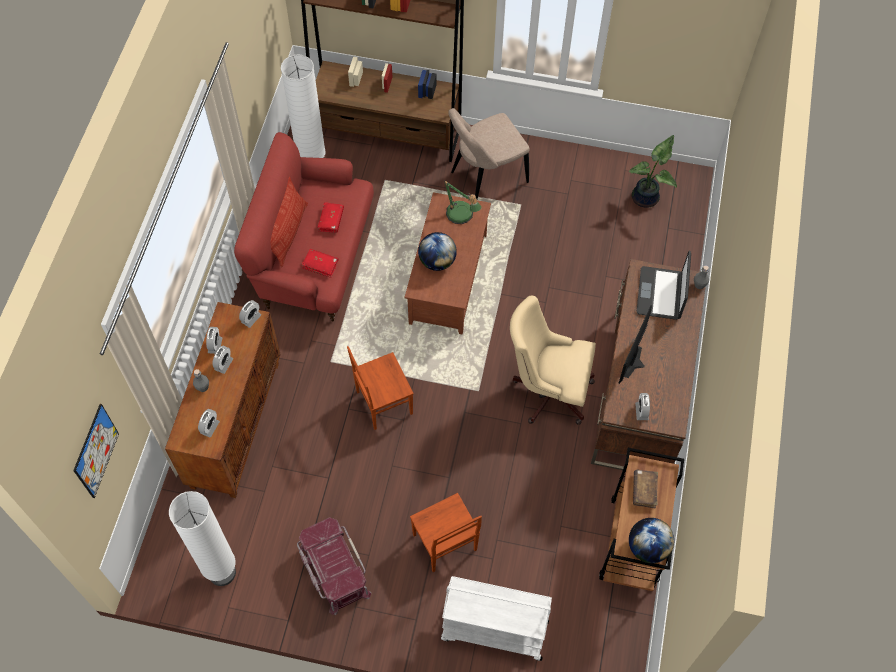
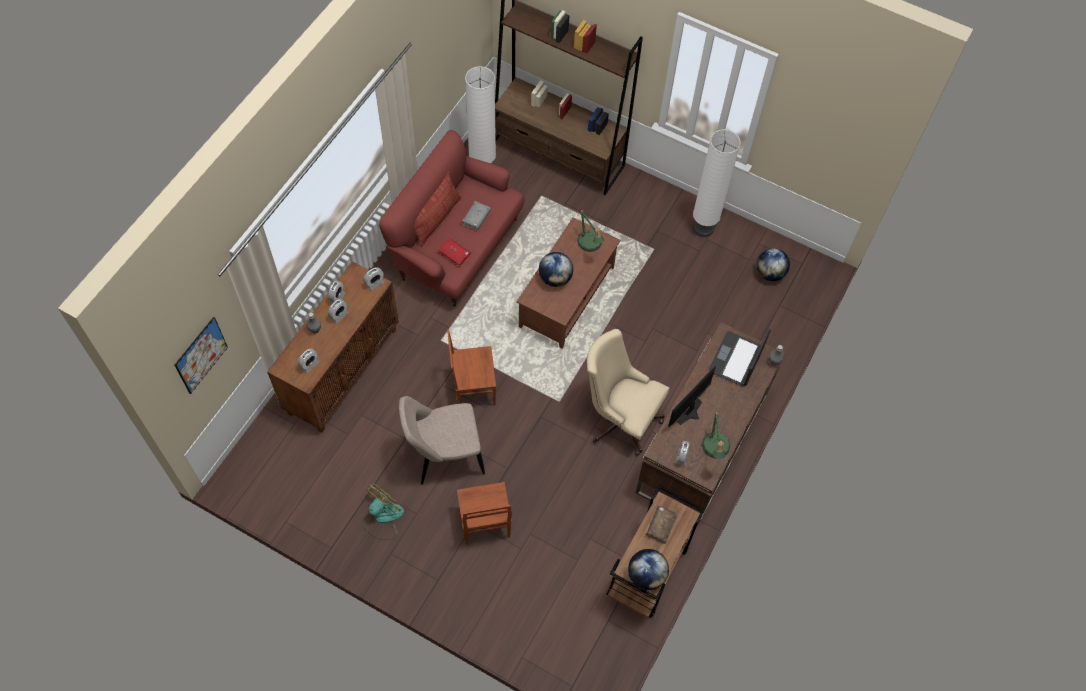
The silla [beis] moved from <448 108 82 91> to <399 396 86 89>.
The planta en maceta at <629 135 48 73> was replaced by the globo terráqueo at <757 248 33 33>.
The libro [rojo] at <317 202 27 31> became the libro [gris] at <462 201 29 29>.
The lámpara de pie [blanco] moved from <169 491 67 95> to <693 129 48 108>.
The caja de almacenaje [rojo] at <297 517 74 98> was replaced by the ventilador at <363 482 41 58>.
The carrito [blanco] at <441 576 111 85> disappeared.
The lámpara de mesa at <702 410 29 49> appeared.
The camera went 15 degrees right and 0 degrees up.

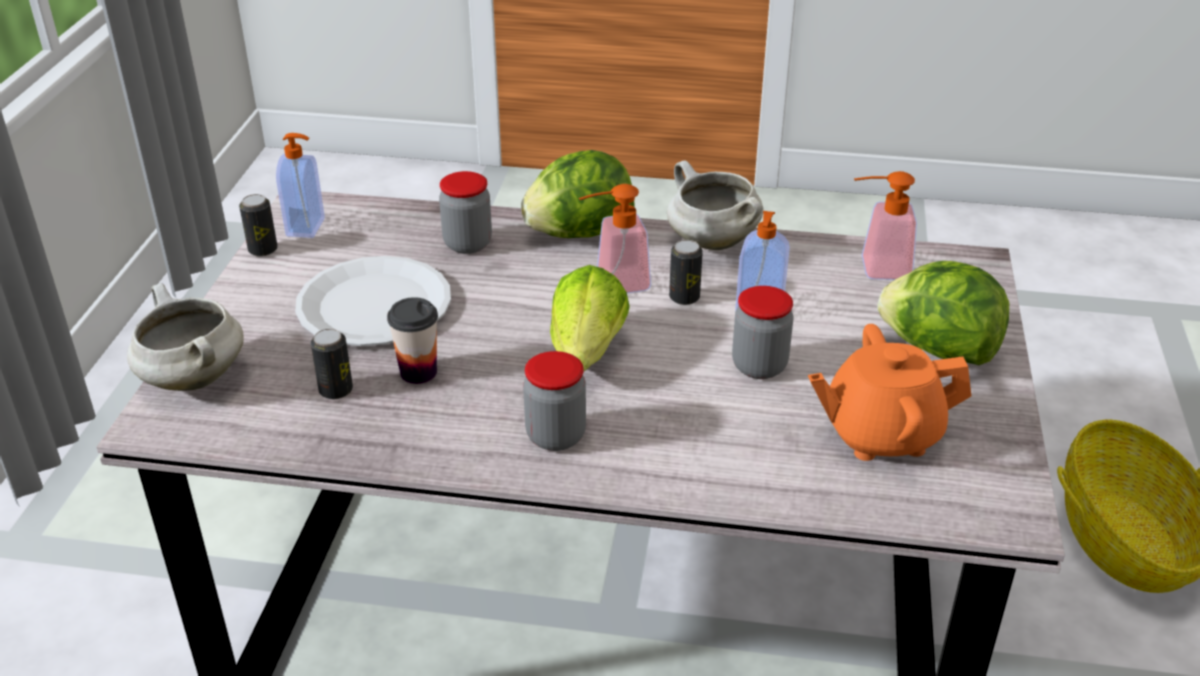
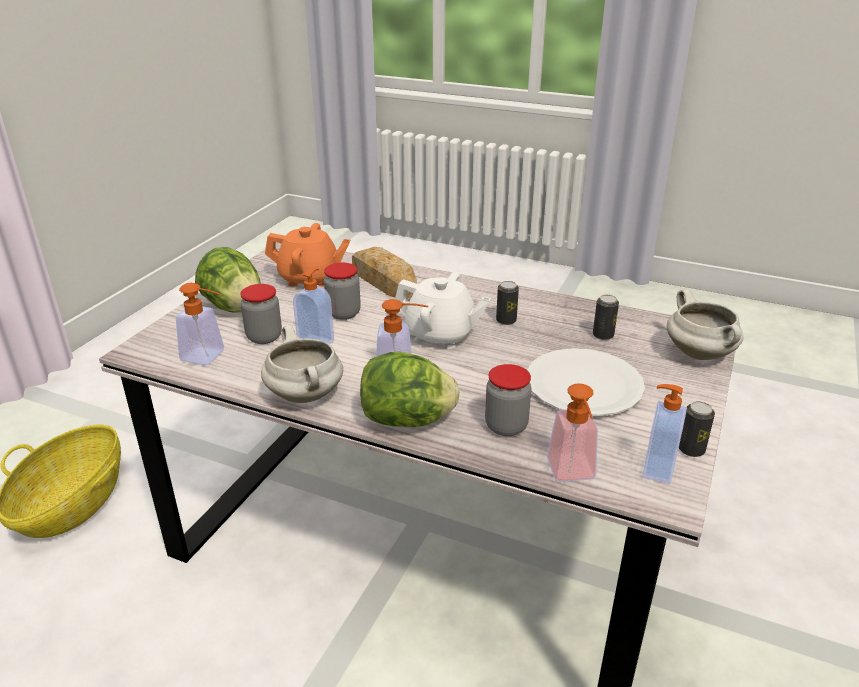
The lata moved from <669 240 34 65> to <496 281 23 44>.
The lechuga at <550 265 80 107> was replaced by the tetera [blanco] at <395 272 96 77>.
The taza at <387 297 51 87> disappeared.
The tarro moved from <523 351 63 100> to <240 284 42 60>.
The pan at <352 247 65 53> appeared.
The dispensador de jabón at <547 383 51 99> appeared.
The camera went 165 degrees left and 5 degrees down.

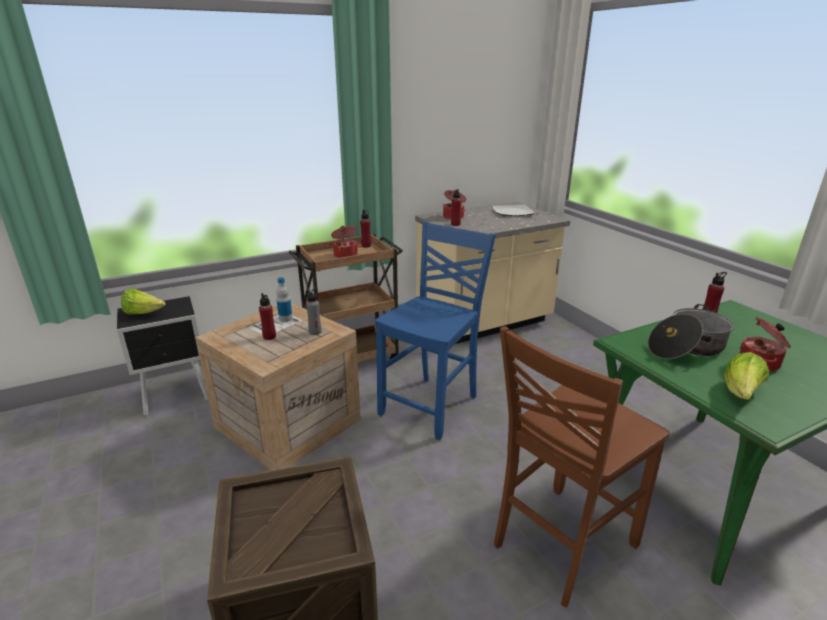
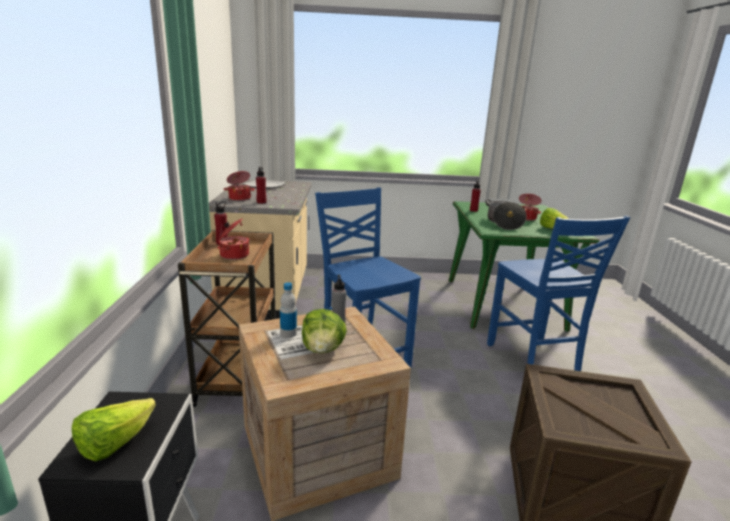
The botella [rojo] at <259 293 17 47> was replaced by the lechuga at <302 309 45 44>.
The silla [marrón] at <494 326 176 281> became the silla [azul] at <487 215 143 156>.
The camera went 65 degrees left and 5 degrees down.

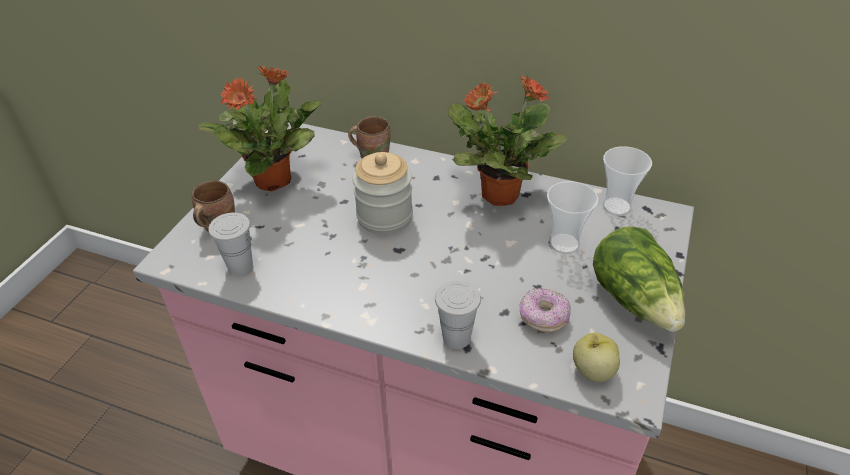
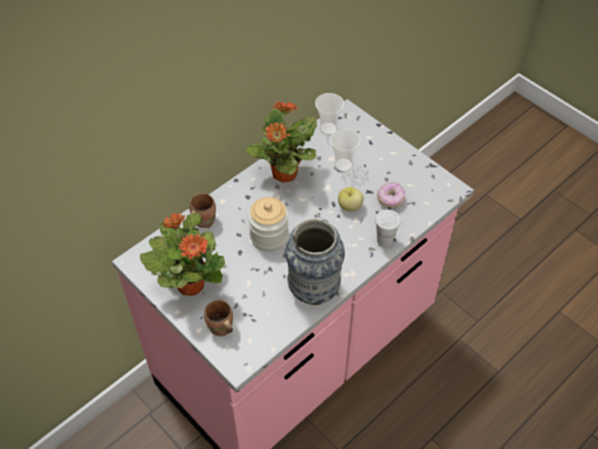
The taza [blanco] at <208 212 45 63> disappeared.
The lechuga at <593 226 92 106> disappeared.
The manzana moved from <573 333 47 49> to <338 187 26 24>.
The florero at <285 218 60 87> appeared.
The camera went 65 degrees left and 10 degrees up.

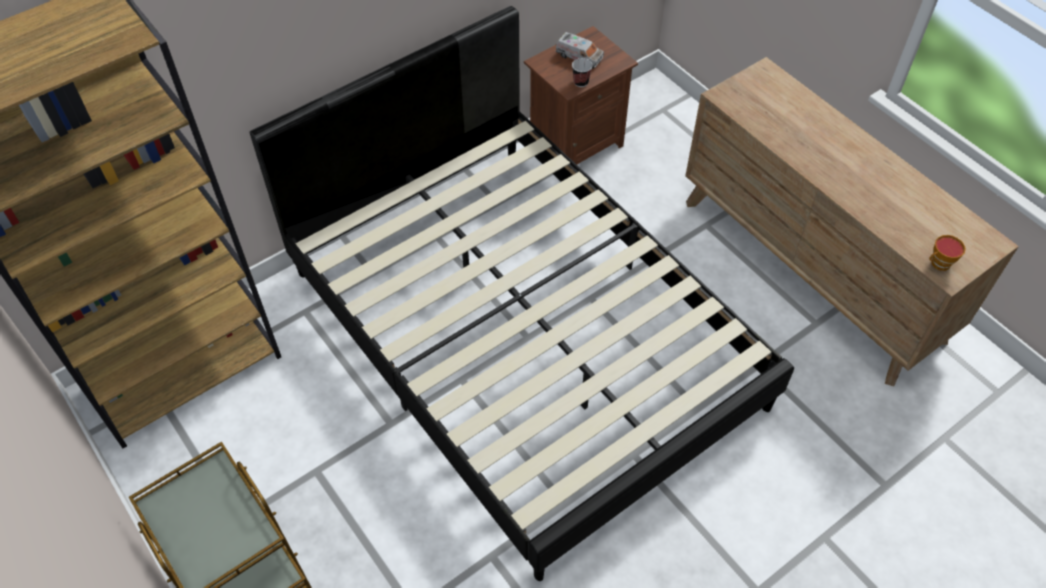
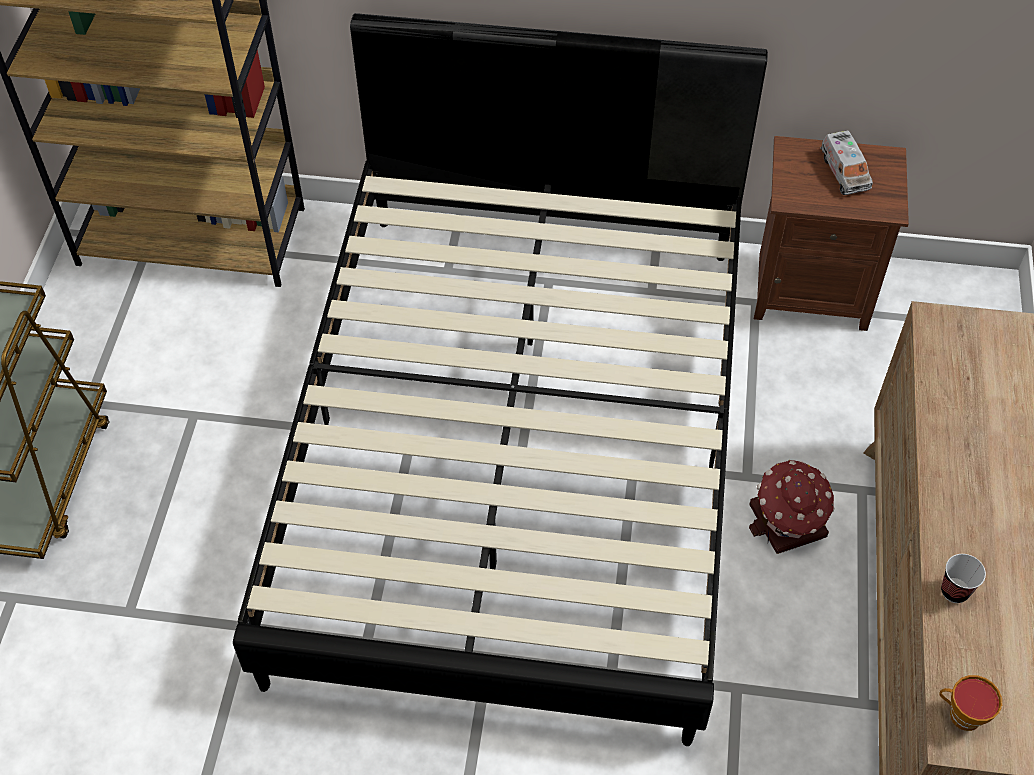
The taza moved from <572 58 21 29> to <941 554 45 49>.
The casita at <749 460 86 94> appeared.
The camera went 45 degrees right and 0 degrees up.

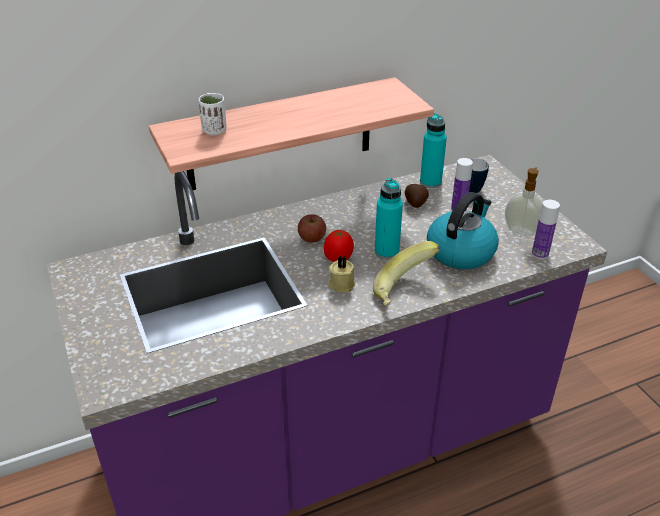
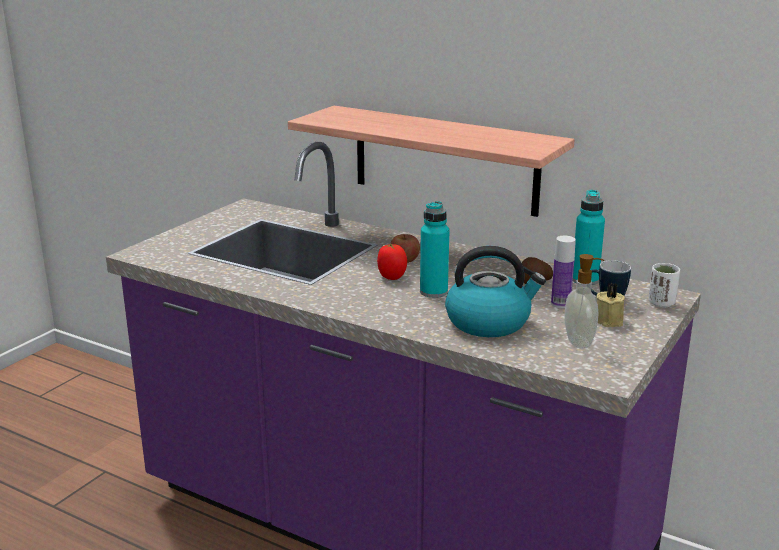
The taza [blanco] moved from <199 93 27 42> to <648 263 32 44>.
The botella at <532 200 28 59> disappeared.
The plátano at <373 241 67 65> disappeared.
The vela [beis] moved from <328 256 27 37> to <596 283 29 44>.
The camera went 55 degrees right and 15 degrees down.

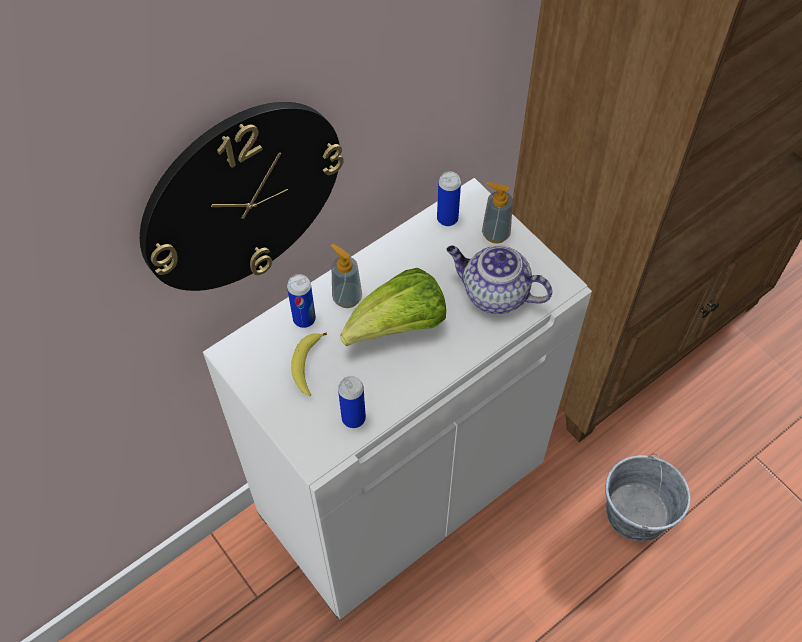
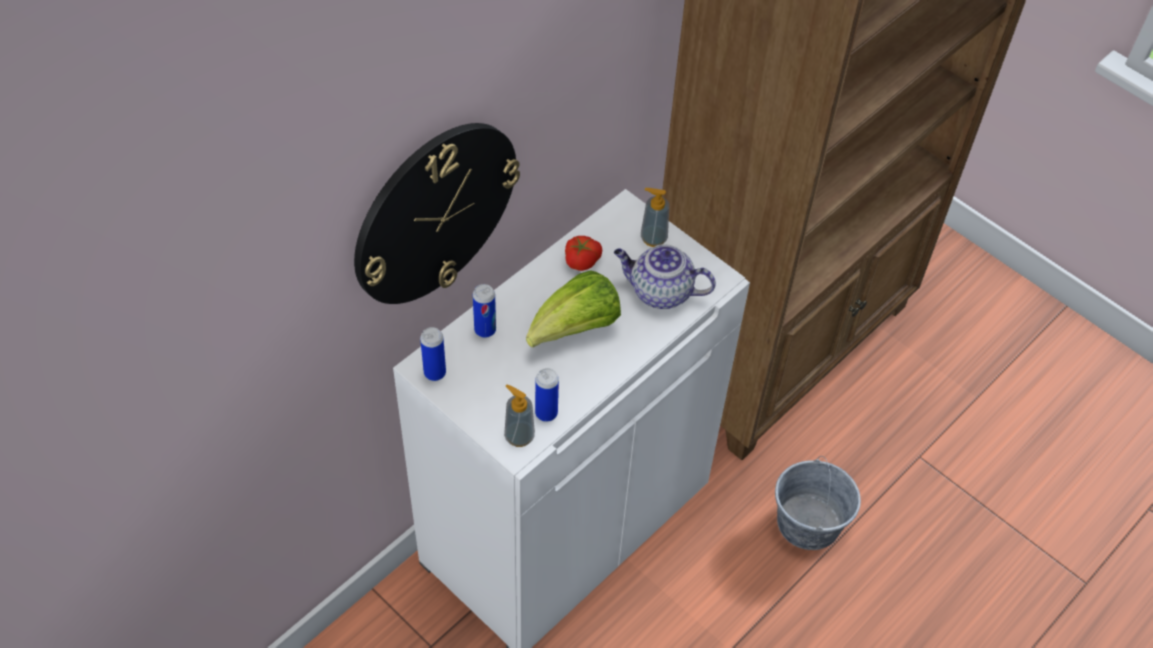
The lata moved from <437 172 24 54> to <420 327 26 54>.
The dispensador de jabón moved from <331 244 31 64> to <504 385 31 62>.
The plátano at <291 333 36 63> disappeared.
The tomate at <565 236 37 35> appeared.
The camera went 10 degrees left and 5 degrees down.

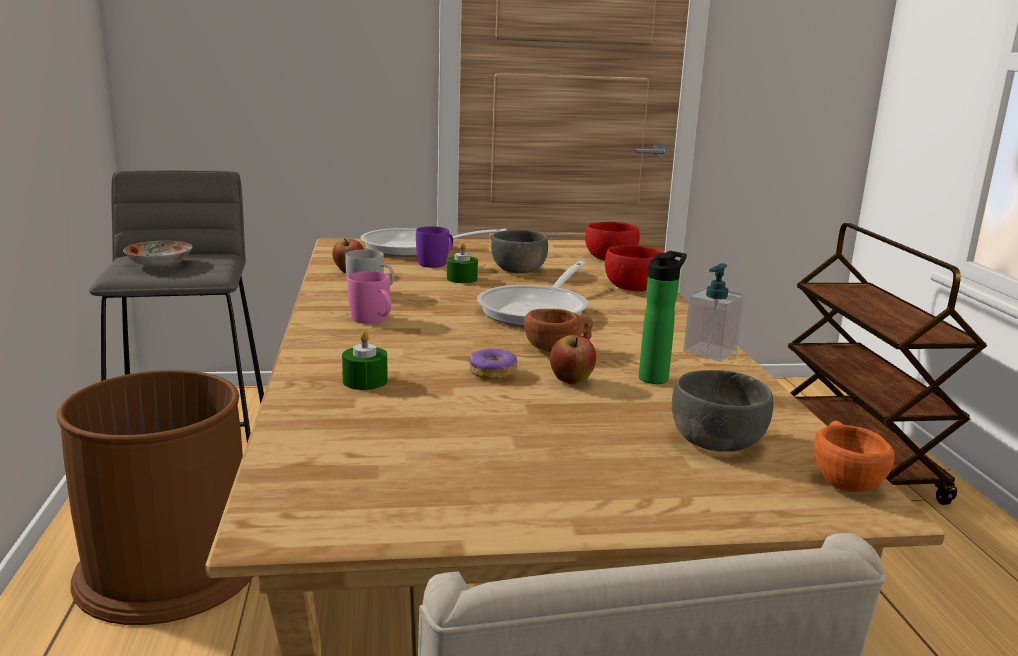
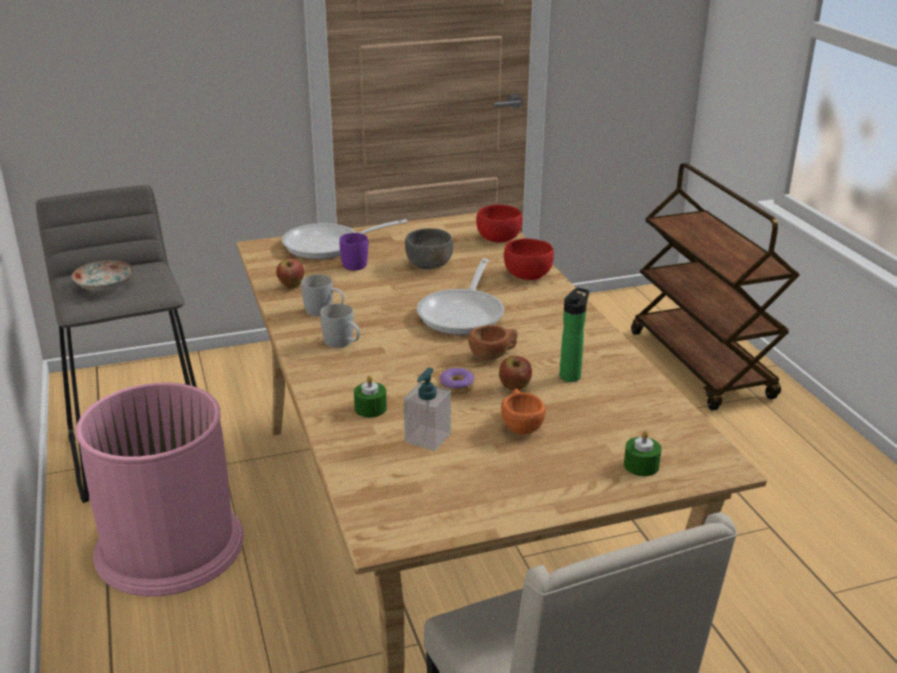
The vela [verde] moved from <447 243 31 40> to <624 431 38 45>.
The dispensador de jabón moved from <683 263 61 98> to <404 368 47 83>.
The taza grande [rosa] at <347 271 44 53> became the taza grande [blanco] at <320 304 40 44>.
The papelera [marrón] at <57 370 195 255> became the papelera [rosa] at <76 383 168 213>.
The cuenco [gris] at <672 370 101 82> disappeared.
The taza [naranja] moved from <814 421 81 71> to <501 389 45 45>.
The camera went 10 degrees left and 10 degrees up.

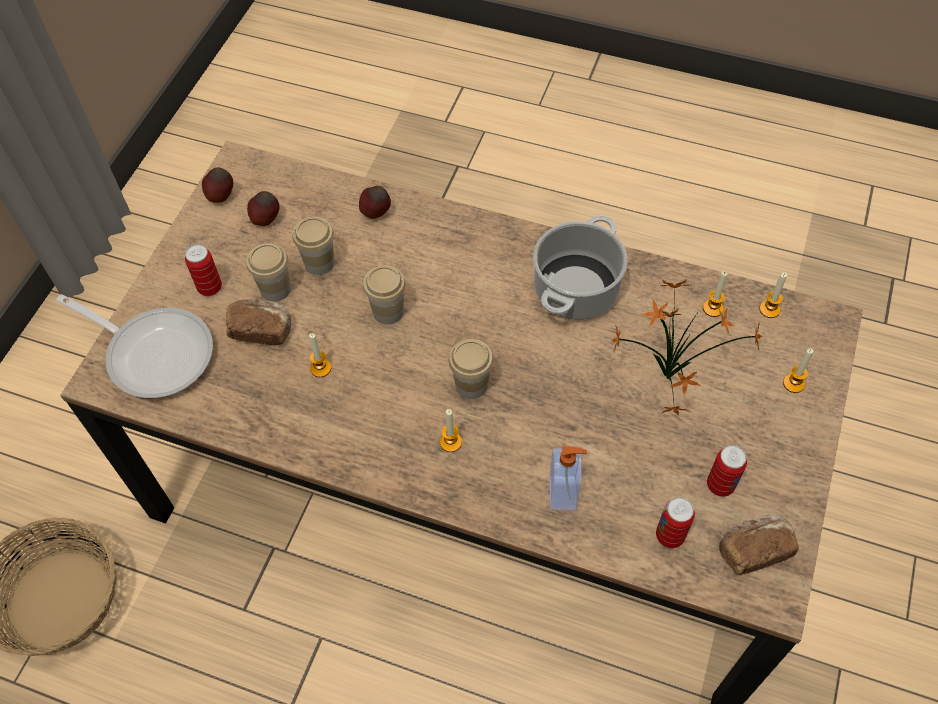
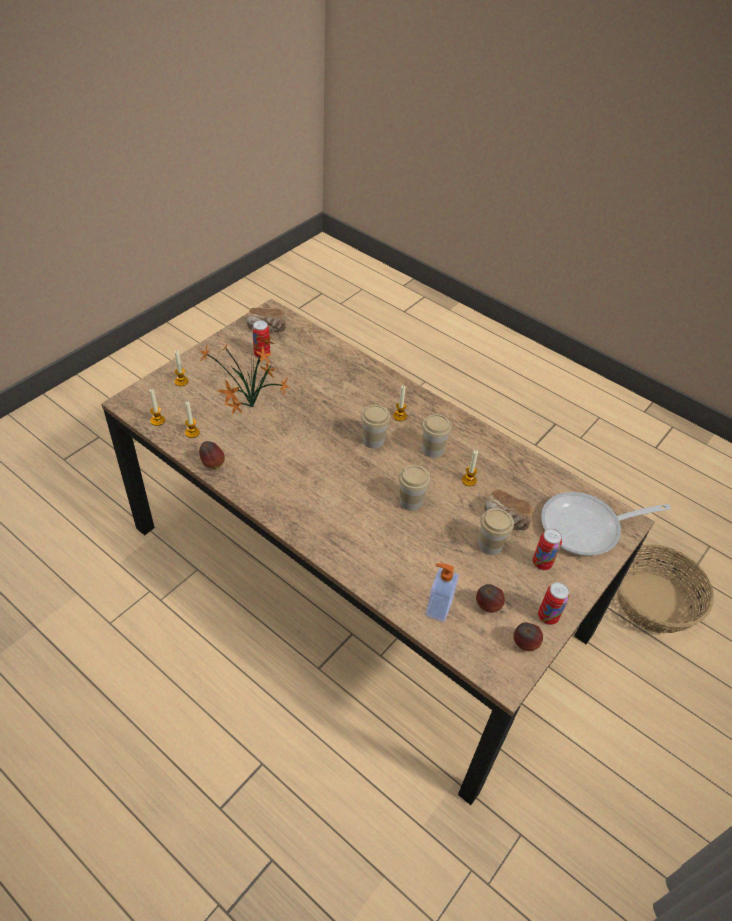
The manzana moved from <359 186 32 33> to <199 441 26 28>.
The olla at <533 215 95 104> disappeared.
The taza moved from <293 217 41 58> to <422 414 30 44>.
The sartén at <56 294 157 104> turned 60 degrees counterclockwise.
The dispensador de jabón moved from <550 446 37 64> to <426 563 33 59>.
The lata moved from <656 497 39 51> to <538 582 31 43>.
The camera went 165 degrees left and 10 degrees down.

